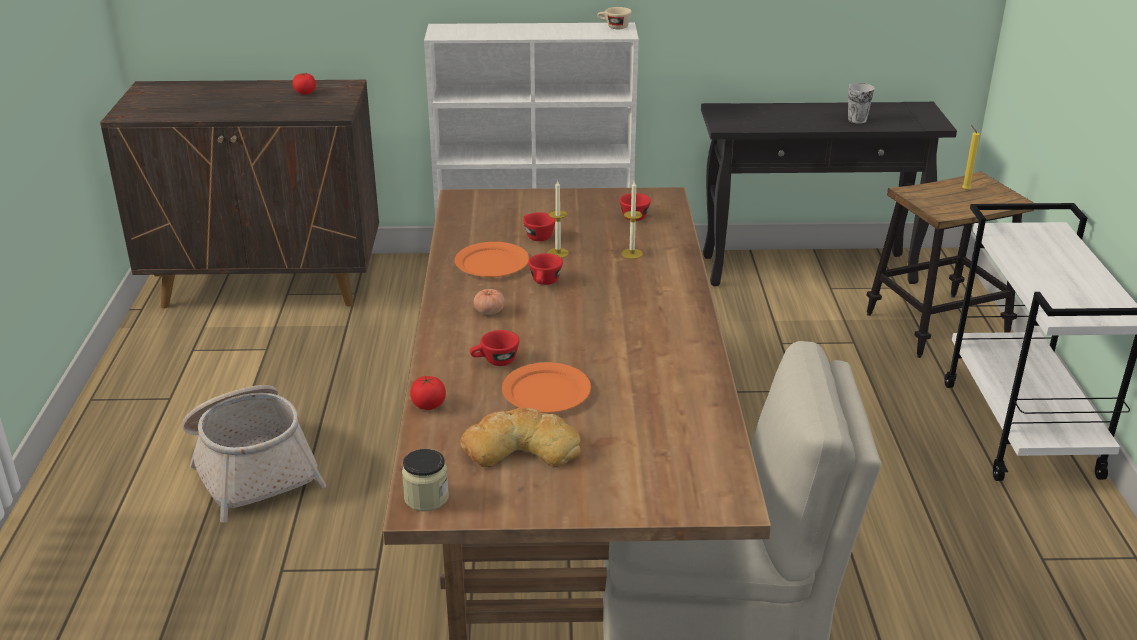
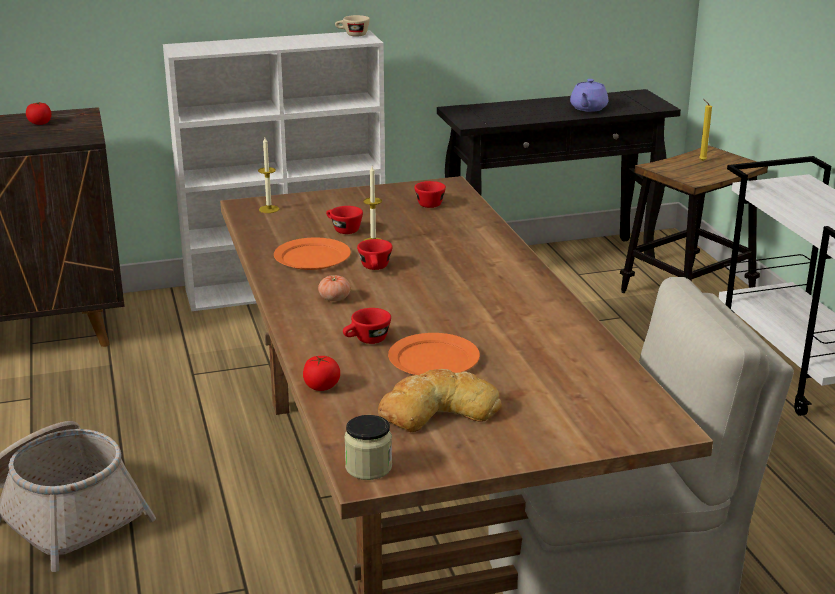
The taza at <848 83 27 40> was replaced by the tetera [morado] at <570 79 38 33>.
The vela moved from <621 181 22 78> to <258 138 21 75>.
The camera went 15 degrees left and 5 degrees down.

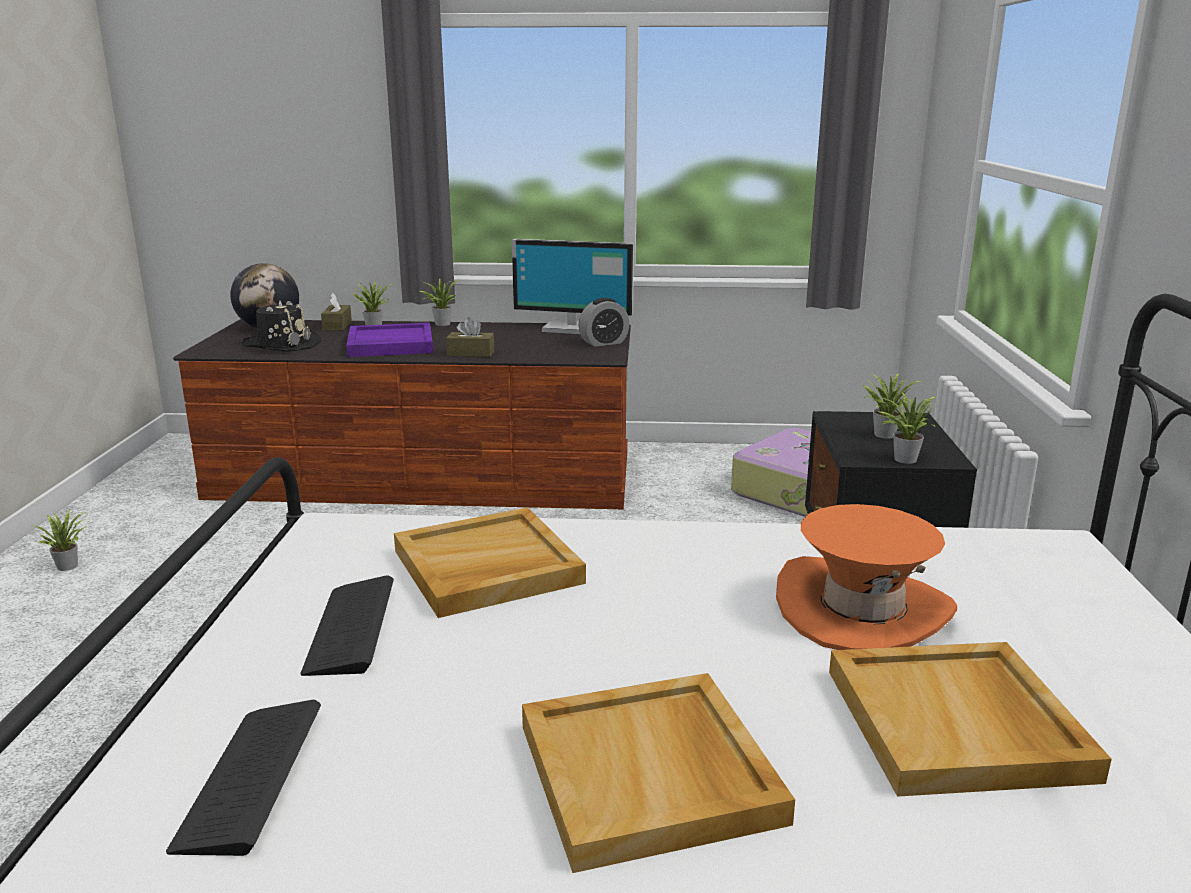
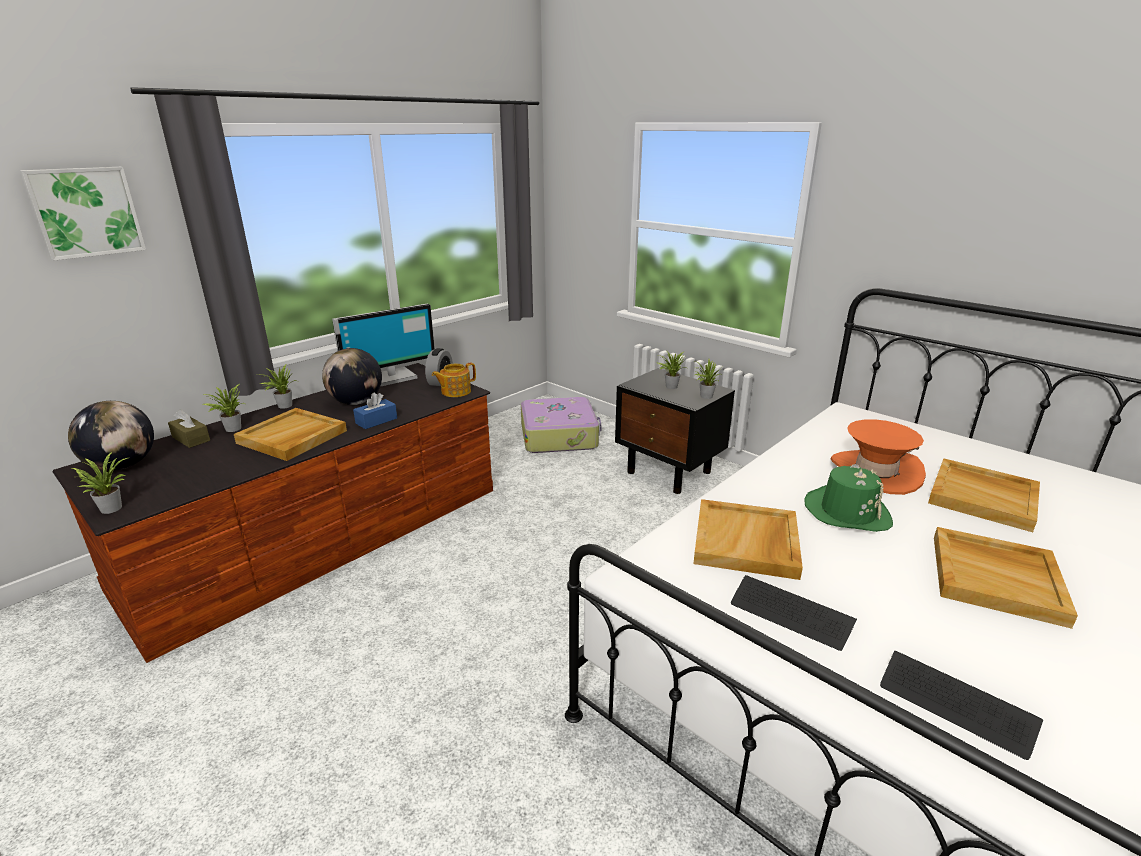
The sombrero [negro] at <242 301 79 51> disappeared.
The caja de pañuelos [marrón] at <446 317 48 40> became the caja de pañuelos [azul] at <353 393 44 36>.
The bandeja [morado] at <346 323 87 34> became the bandeja [beis] at <234 408 113 53>.
The planta en maceta moved from <31 510 56 61> to <71 452 59 62>.
The cuadro at <20 167 126 94> appeared.
The globo terráqueo at <322 348 60 57> appeared.
The tetera at <432 363 44 34> appeared.
The sombrero [verde] at <805 464 88 68> appeared.
The camera went 50 degrees left and 5 degrees up.

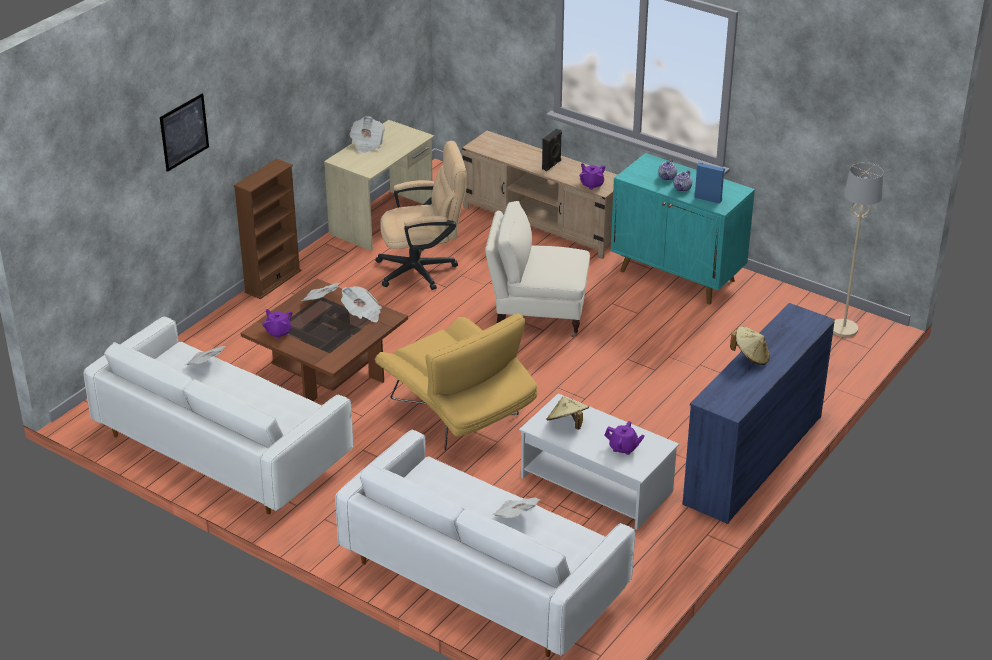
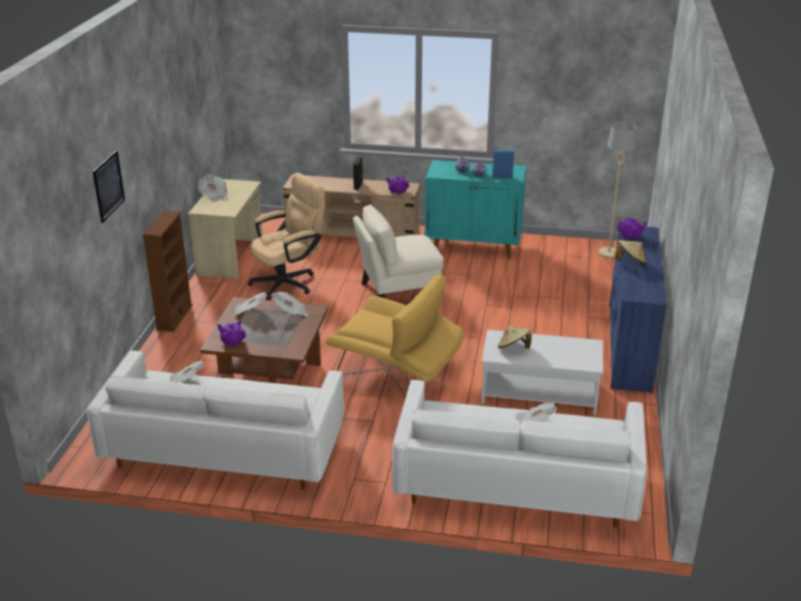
The tetera [morado] moved from <605 421 40 34> to <616 216 31 23>.
The camera went 25 degrees left and 5 degrees down.

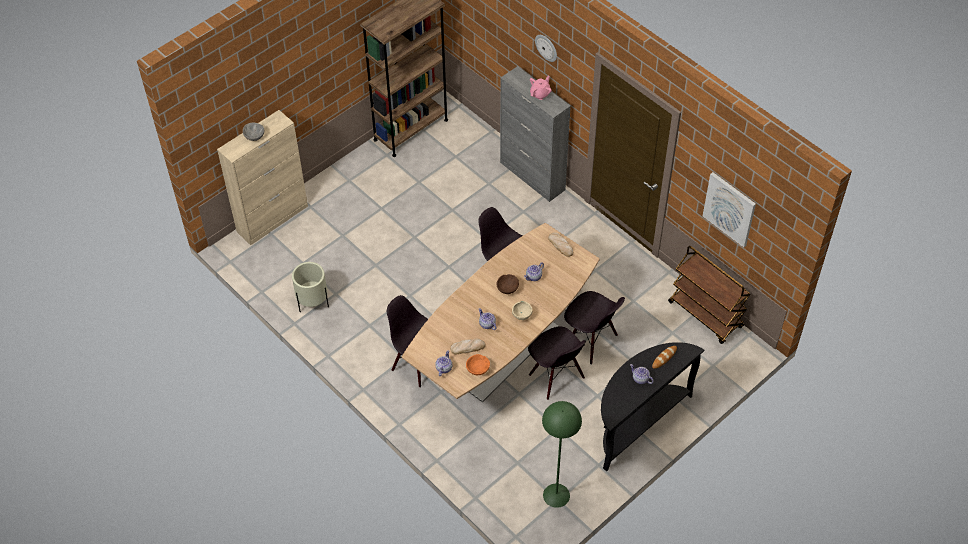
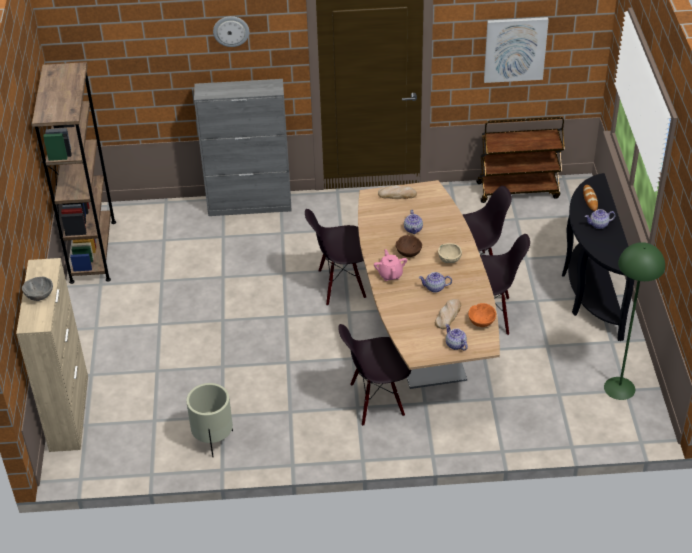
The tetera [rosa] moved from <530 76 22 24> to <374 249 33 32>.
The camera went 50 degrees left and 10 degrees down.

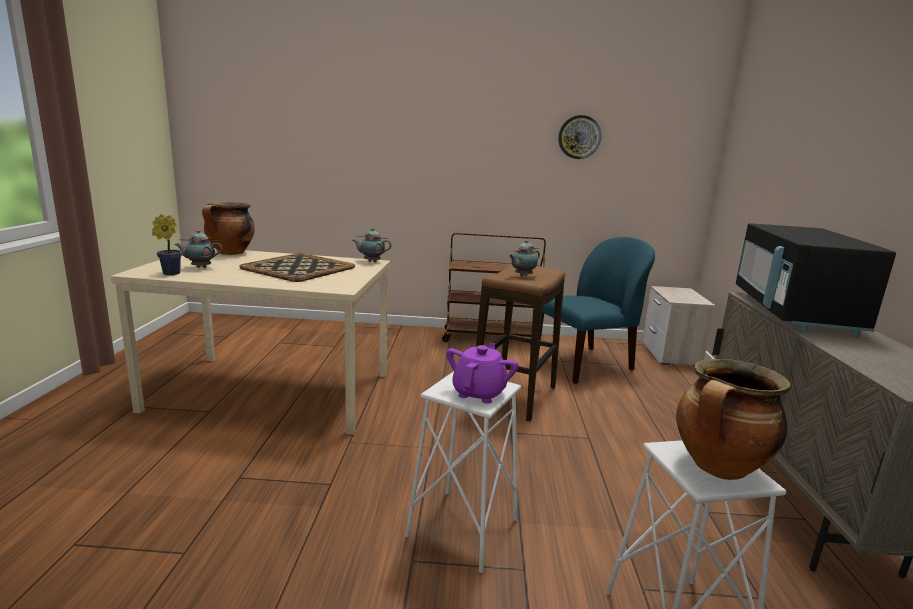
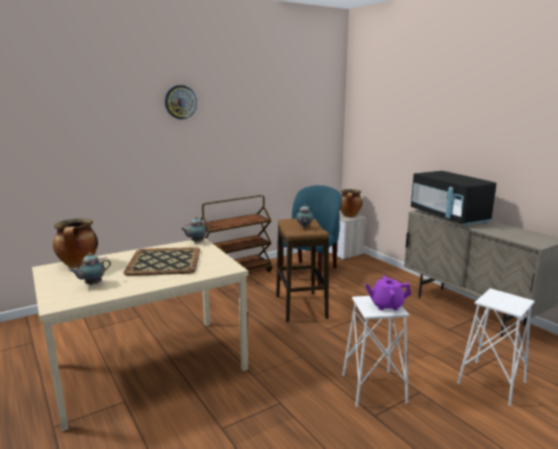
The reloj de pared moved from <558 115 43 44> to <165 85 32 34>.
The planta en maceta at <152 214 30 61> disappeared.
The tetera [morado] at <446 343 73 61> turned 75 degrees counterclockwise.
The olla moved from <676 359 115 121> to <340 189 22 28>.
The camera went 35 degrees left and 0 degrees up.

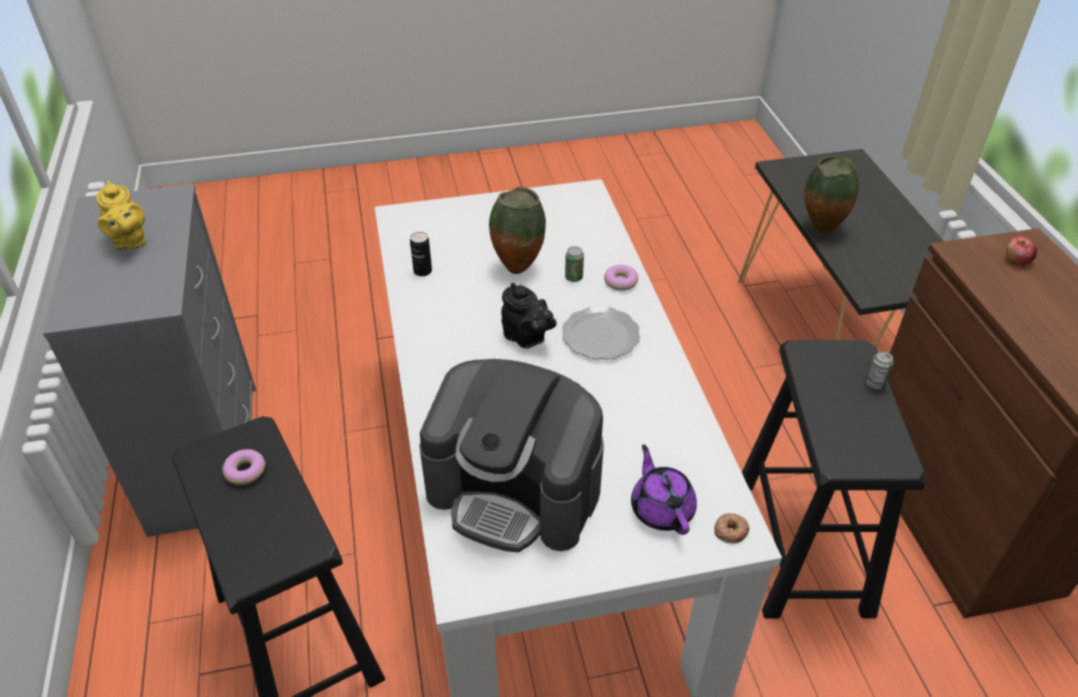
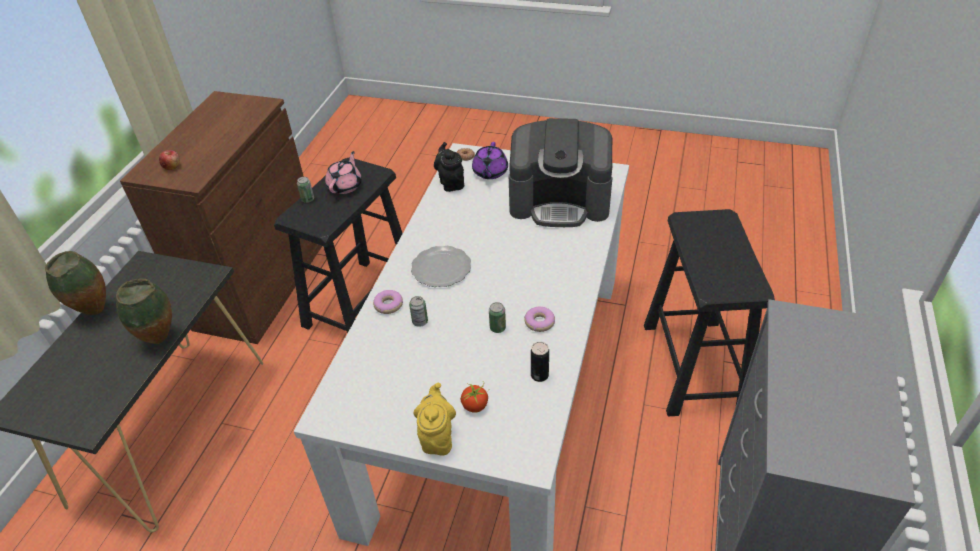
The tetera [amarillo] moved from <96 180 50 70> to <413 383 43 73>.
The florero moved from <489 187 57 87> to <45 251 61 64>.
The tetera [negro] moved from <501 283 56 66> to <434 142 30 50>.
The cafetera at <419 359 185 194> turned 135 degrees clockwise.
The rosquilla moved from <222 449 44 36> to <524 307 31 25>.
The tetera [rosa] at <325 151 37 43> appeared.
The lata at <489 302 17 31> appeared.
The tomate at <461 381 29 32> appeared.
The camera went 150 degrees left and 0 degrees up.

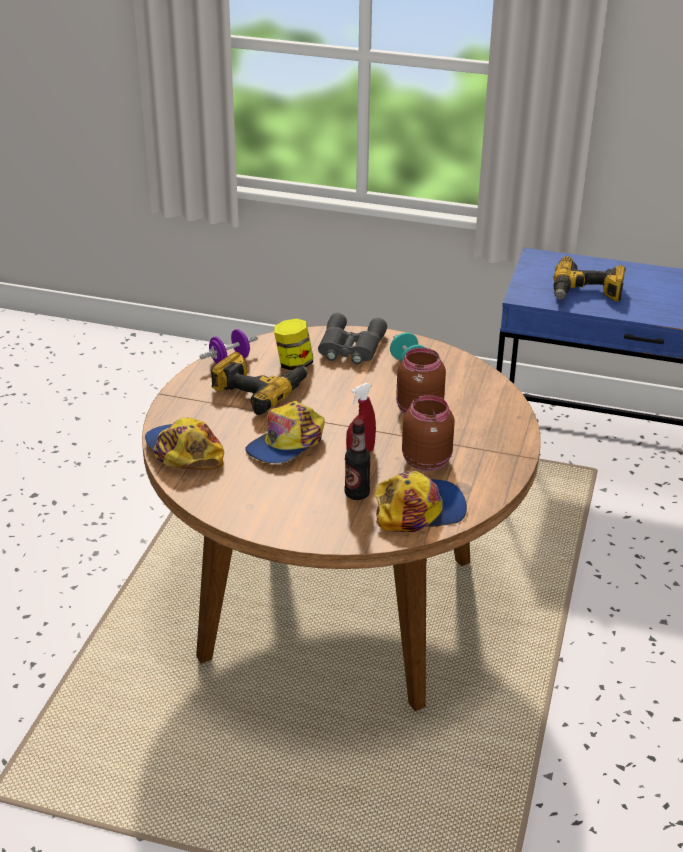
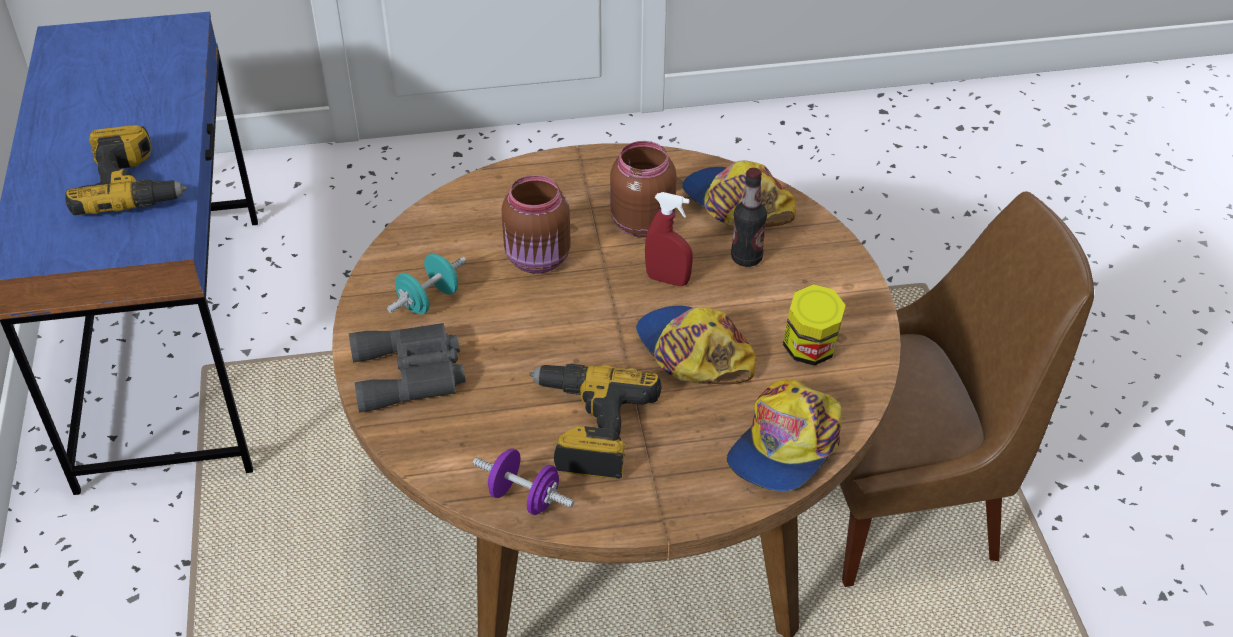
The tarro moved from <274 319 39 51> to <783 284 63 82>.
The gorra at <245 401 80 62> turned 135 degrees counterclockwise.
The silla [marrón] at <840 191 254 396> appeared.
The camera went 115 degrees left and 10 degrees up.

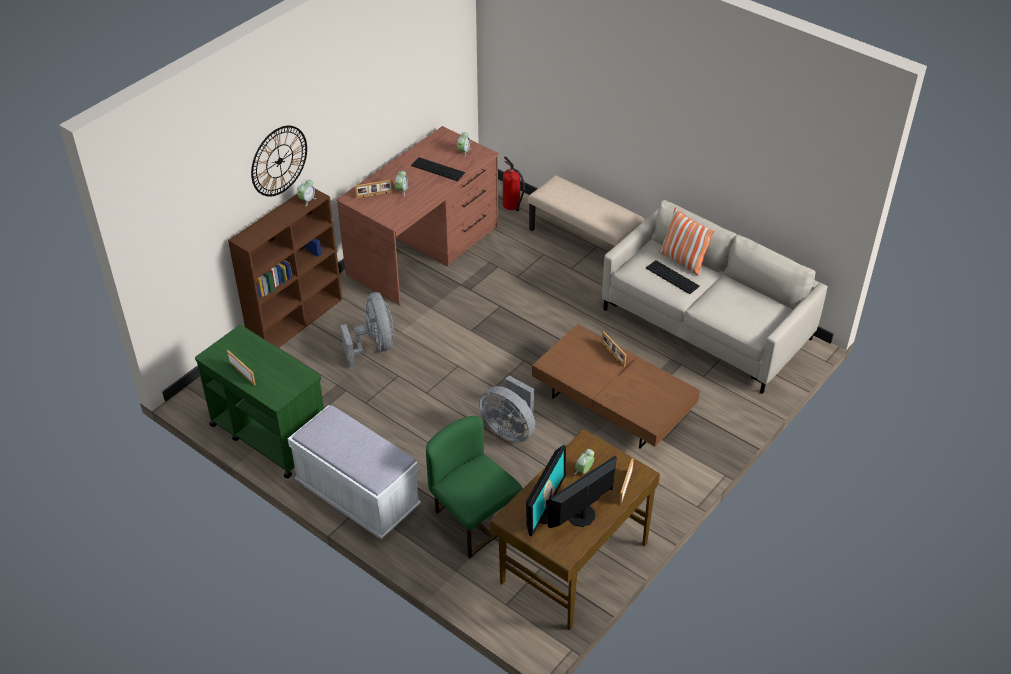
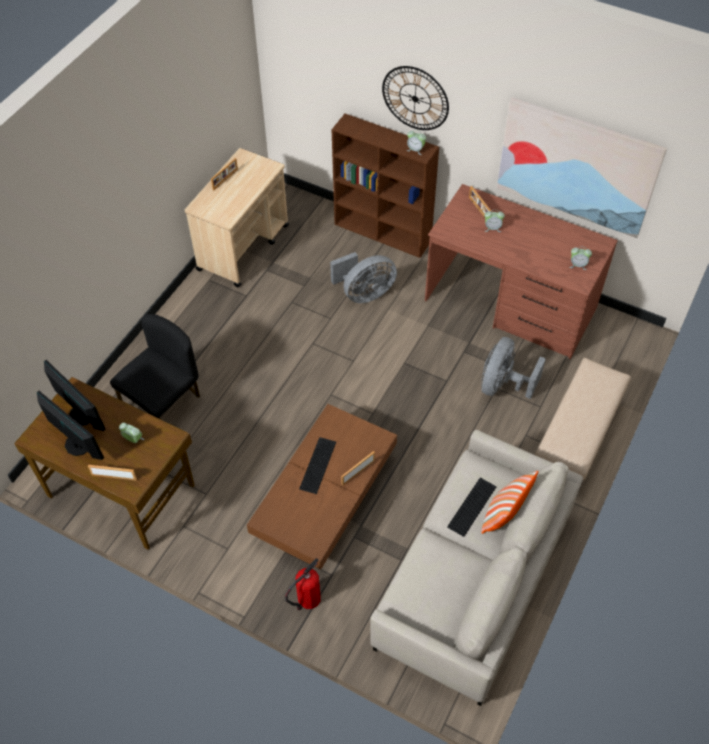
The extintor moved from <503 156 22 55> to <285 558 35 52>.
The teclado moved from <411 157 54 24> to <299 437 37 57>.
The carrito [verde] at <195 325 129 154> became the carrito [beis] at <185 148 104 139>.
The ventilador [gris] moved from <479 376 56 67> to <481 337 65 62>.
The banco [blanco] at <288 405 133 134> disappeared.
The silla [verde] at <426 416 97 142> became the silla [negro] at <110 314 90 105>.
The monitor at <526 445 40 91> turned 150 degrees counterclockwise.
The cuadro at <497 97 170 141> appeared.
The camera went 80 degrees right and 10 degrees up.

